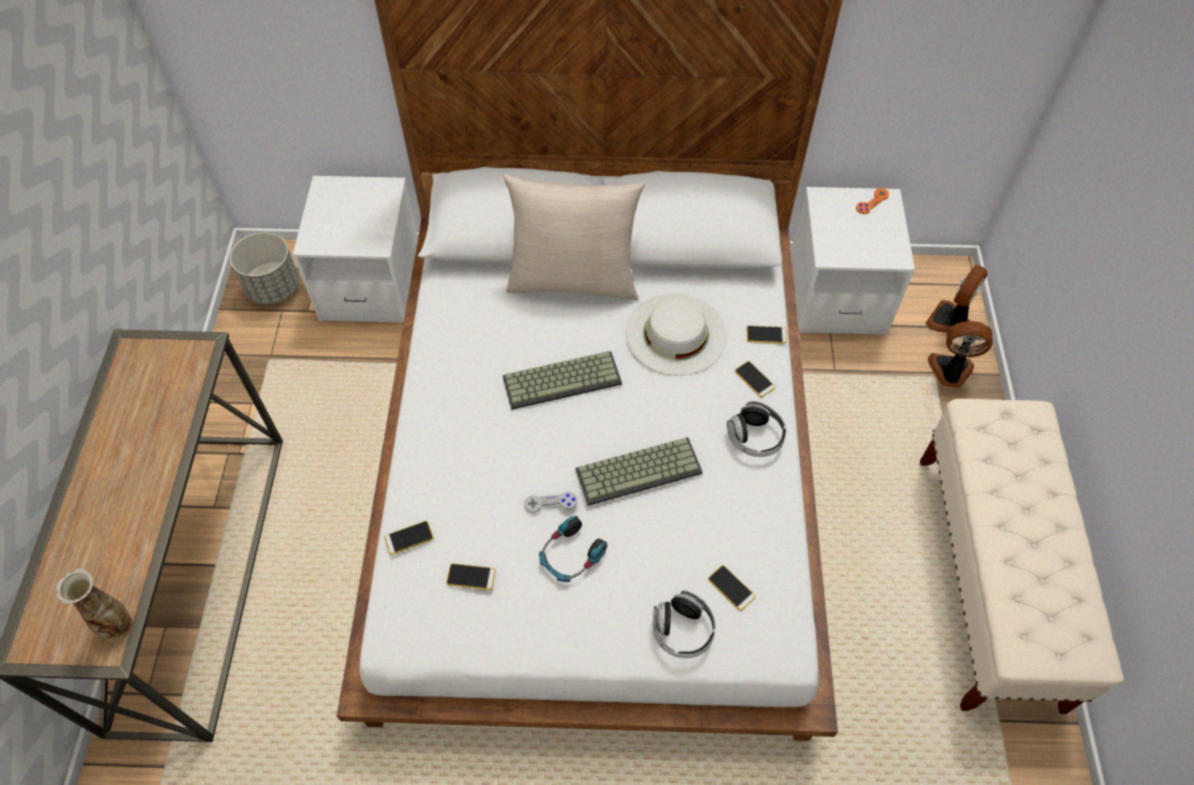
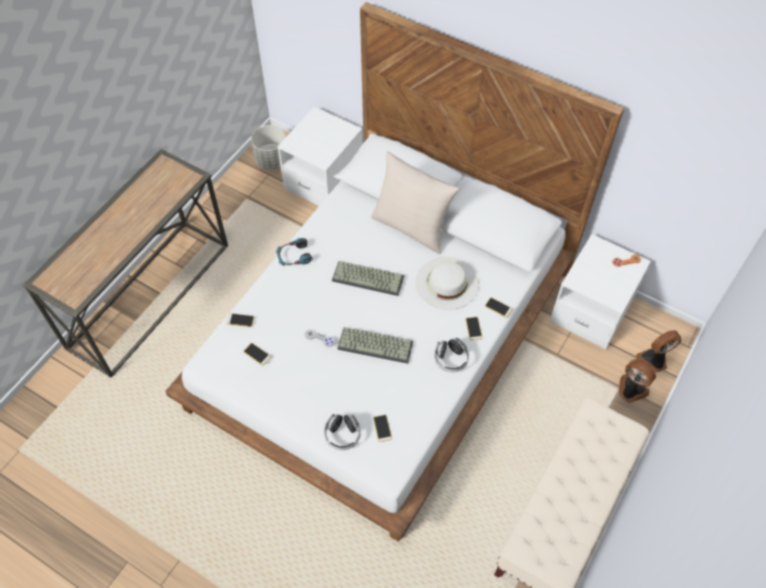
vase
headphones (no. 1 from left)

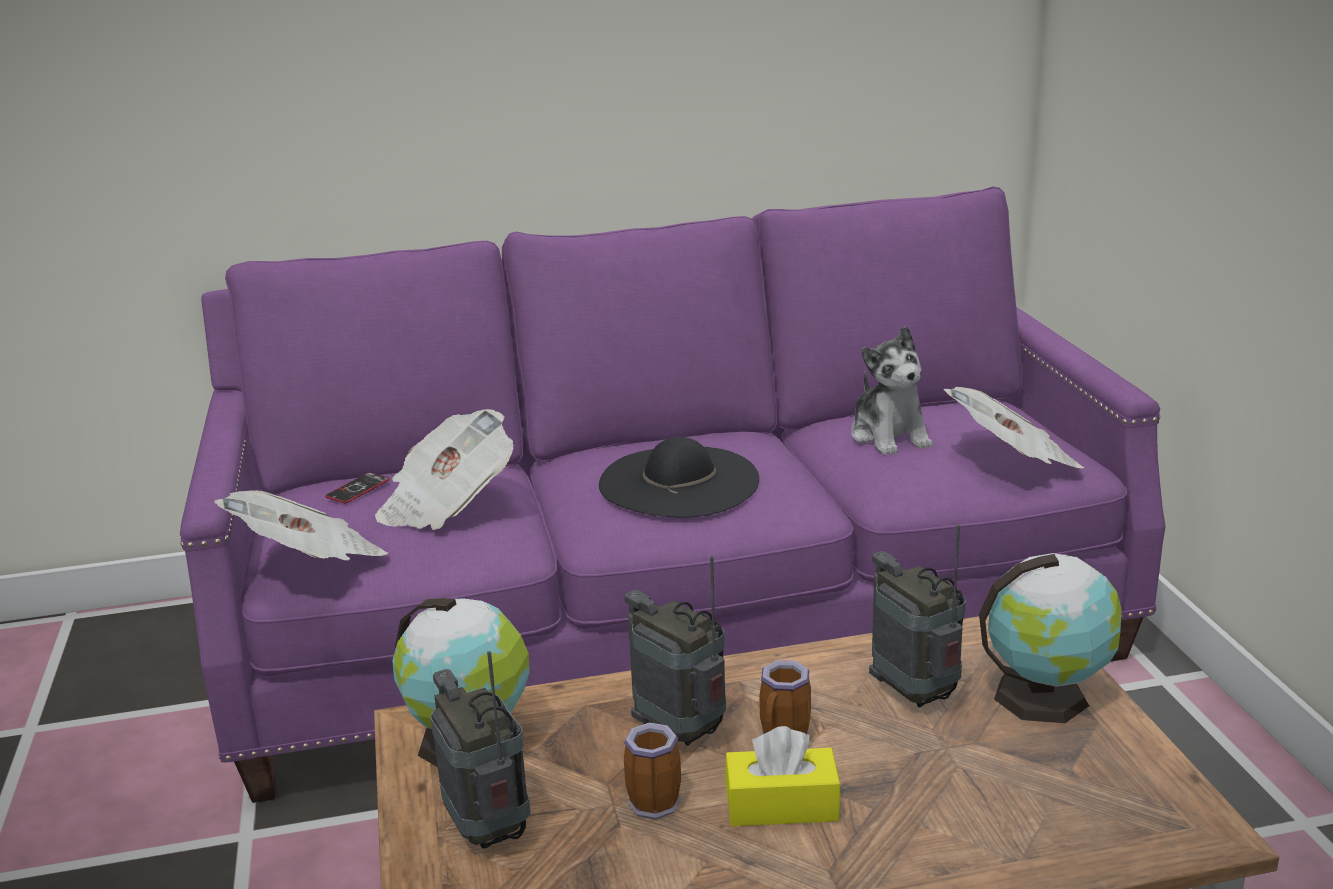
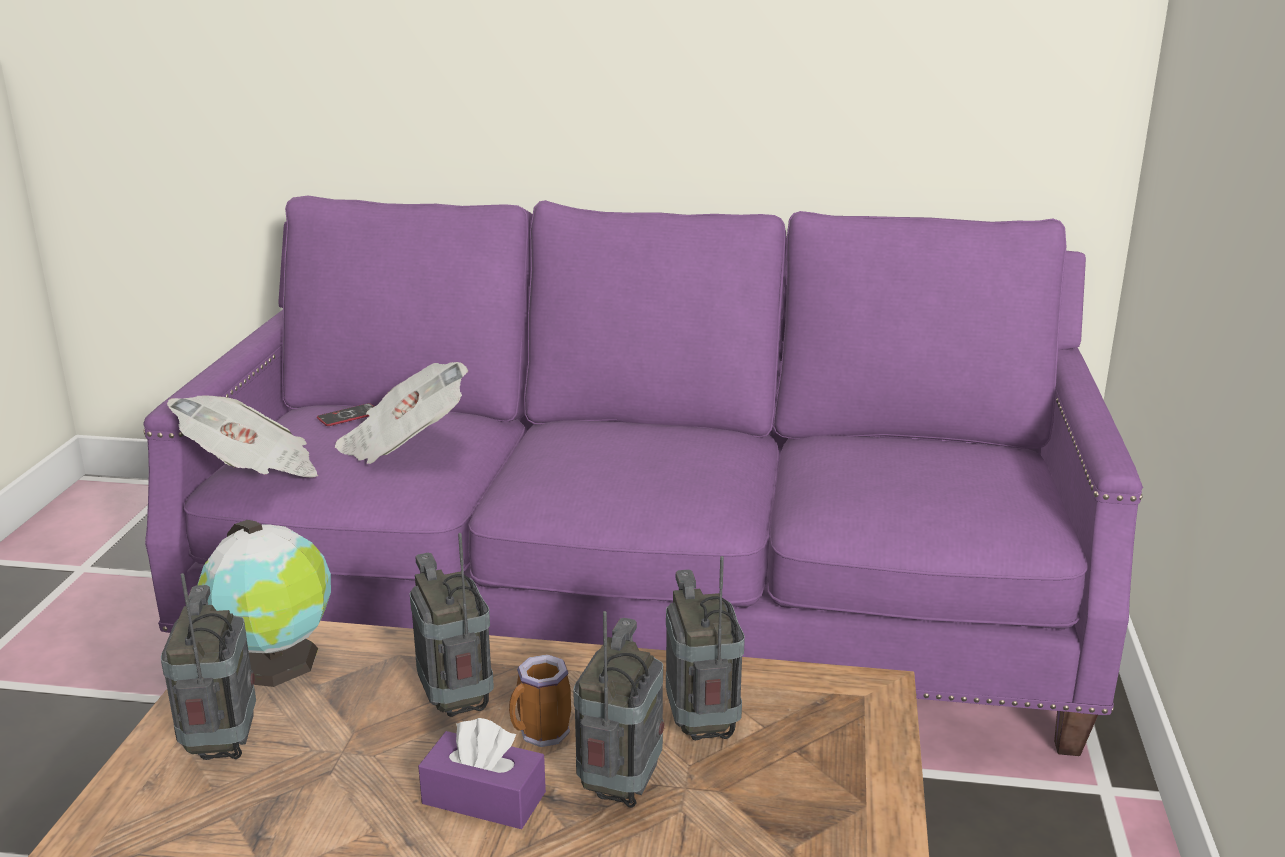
black hat
mug (no. 1 from left in the first image)
purple tissue box
plush toy
newspaper (no. 3 from left in the first image)
globe (no. 2 from left in the first image)
radio (no. 3 from left)

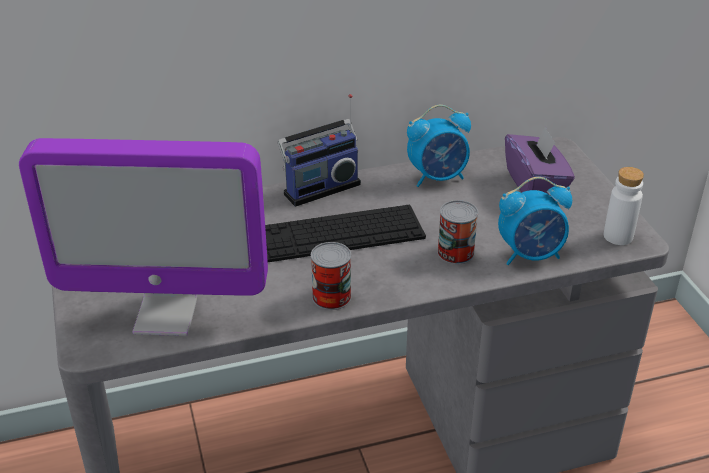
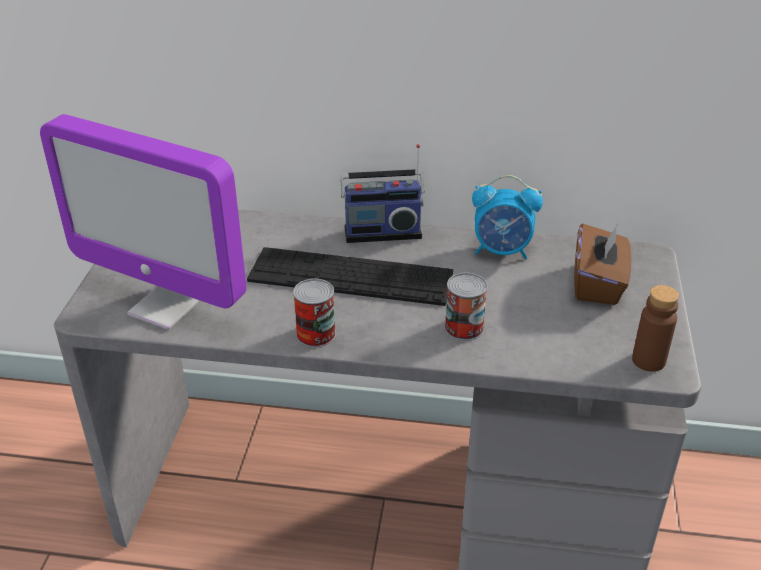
alarm clock (no. 2 from left in the first image)
brown tissue box
brown bottle

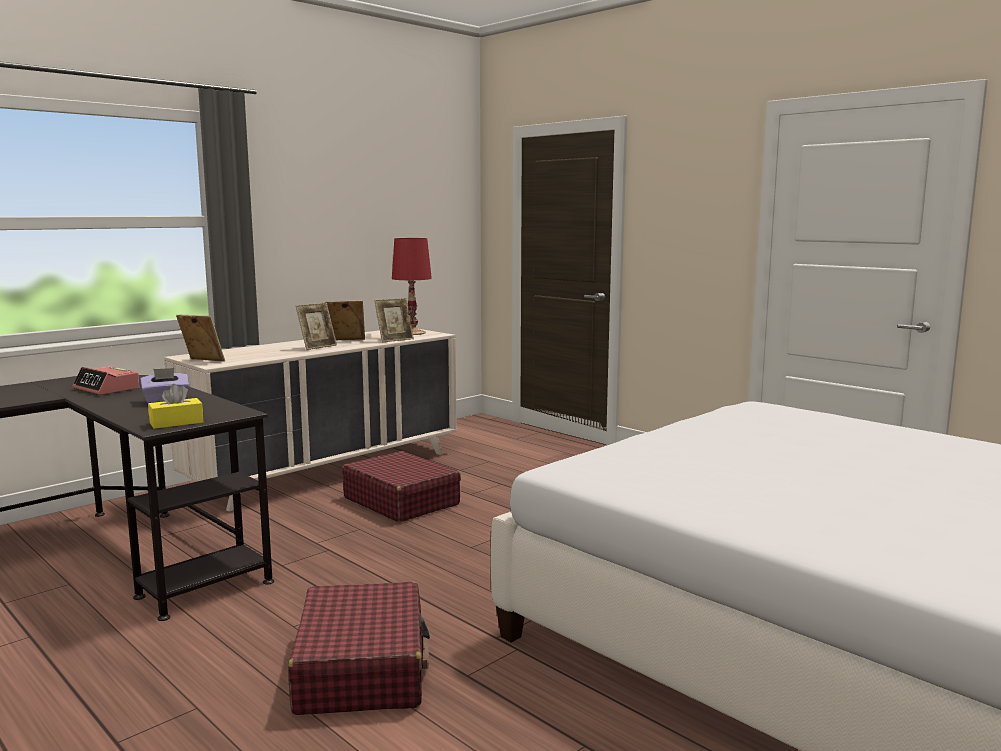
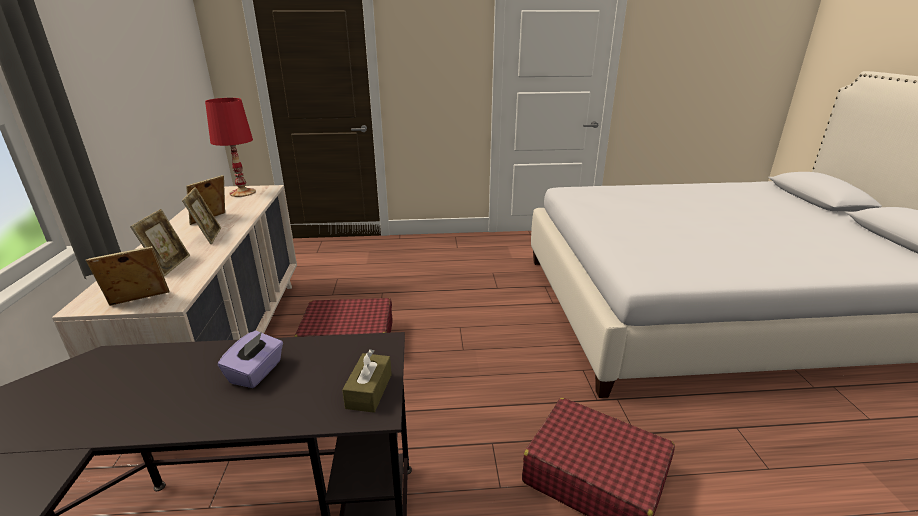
alarm clock
brown tissue box
picture frame (no. 2 from left)

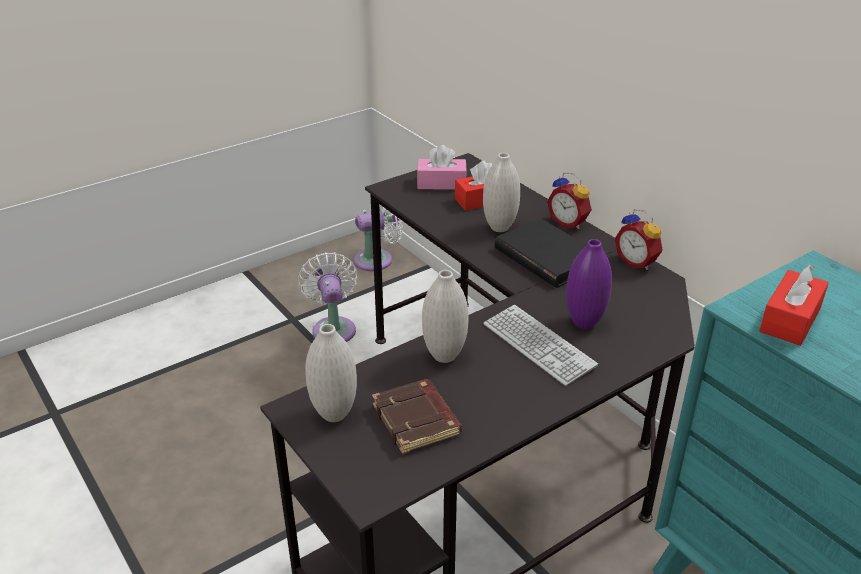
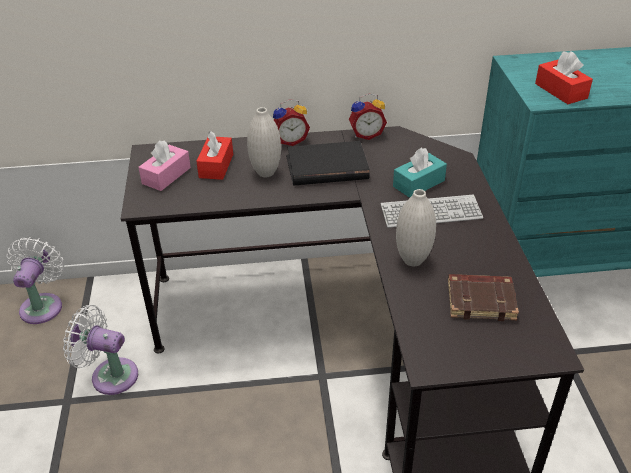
white vase (no. 1 from left in the first image)
turquoise tissue box

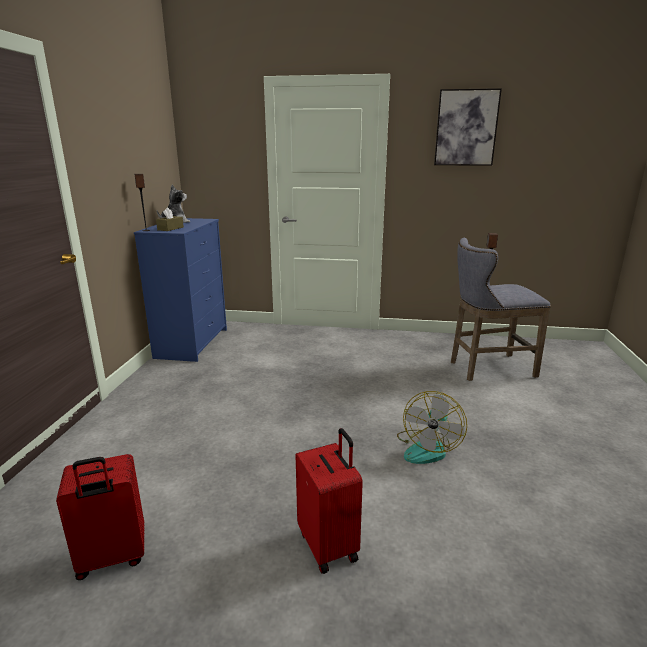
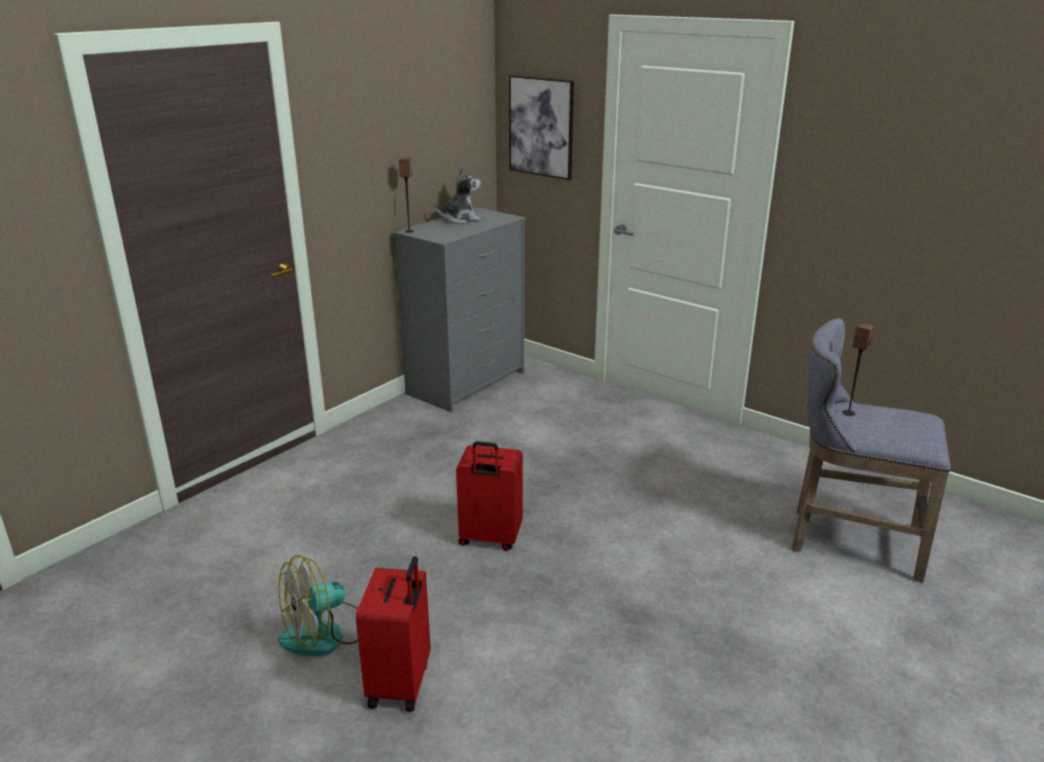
red suitcase (no. 2 from left)
grey dresser
brown tissue box
fan
picture

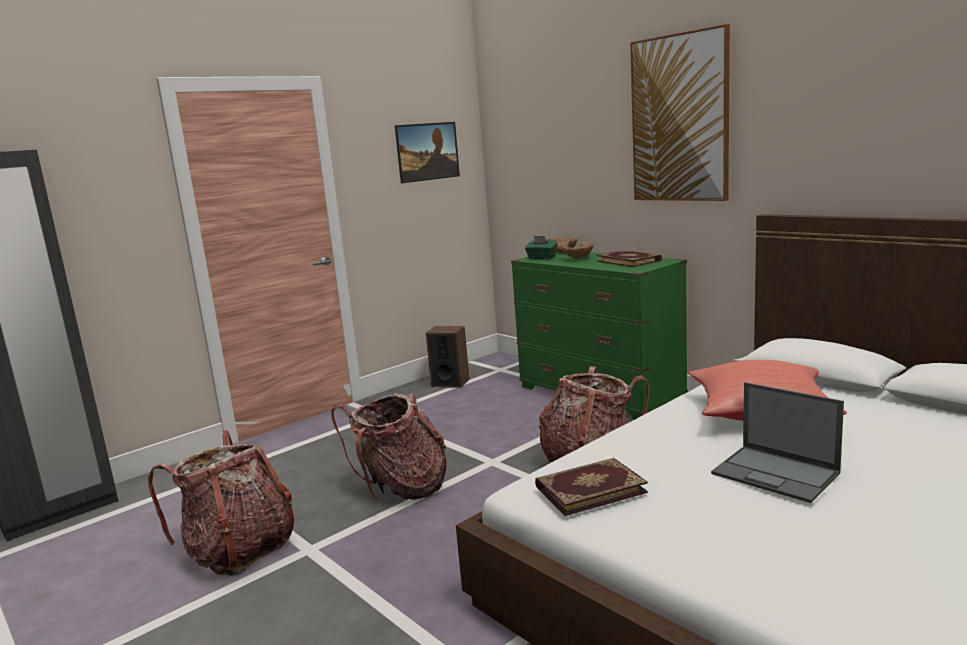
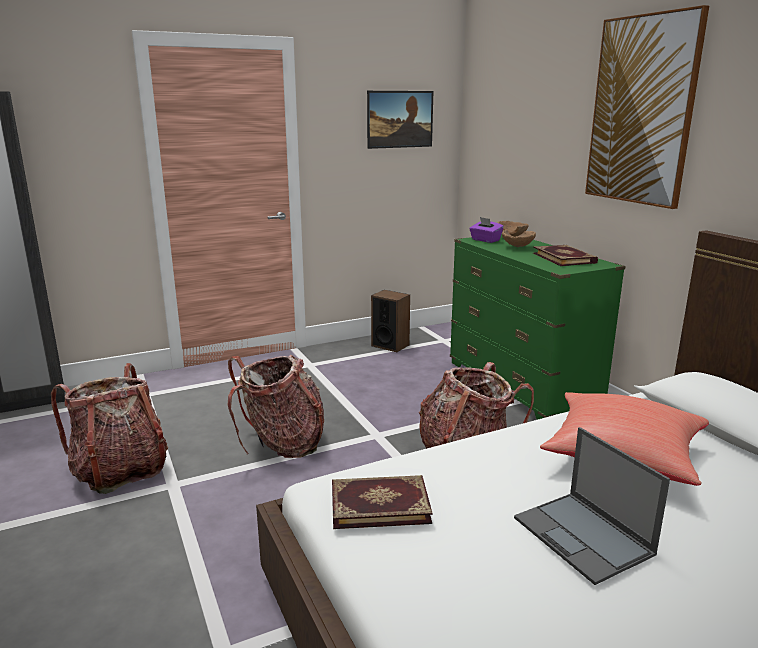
purple tissue box

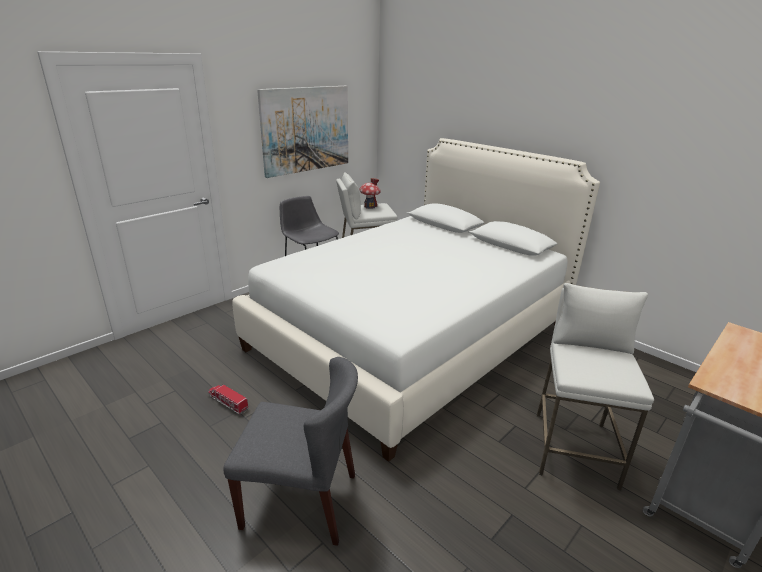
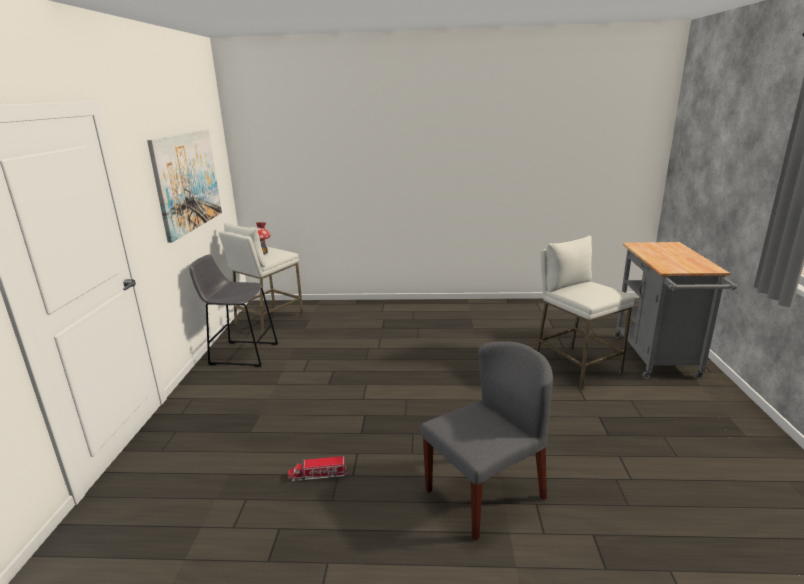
white bed

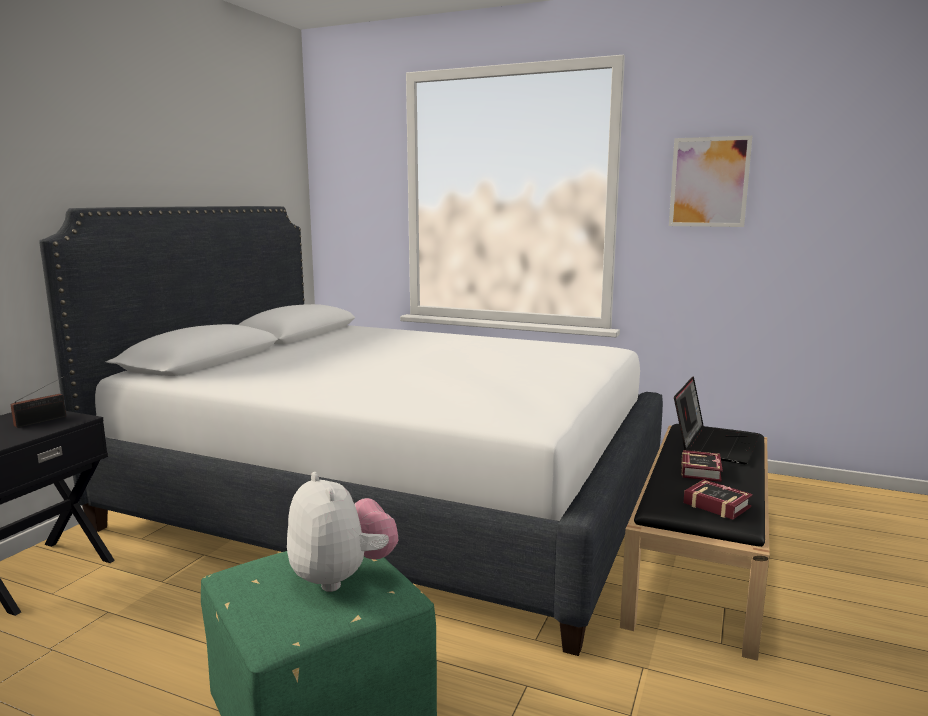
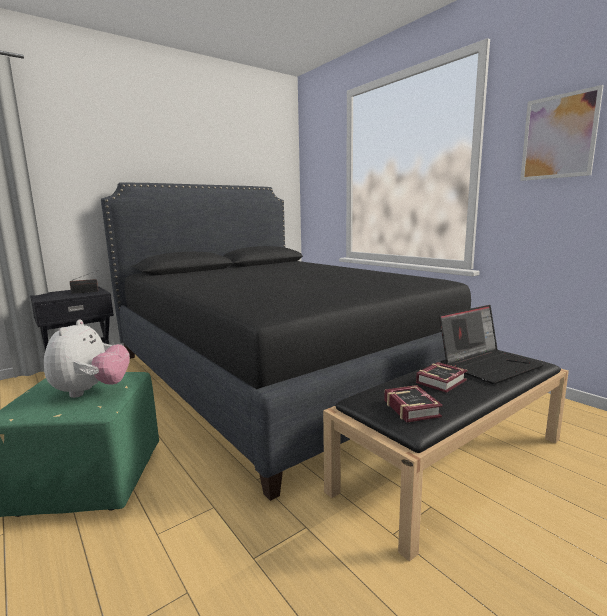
black bed

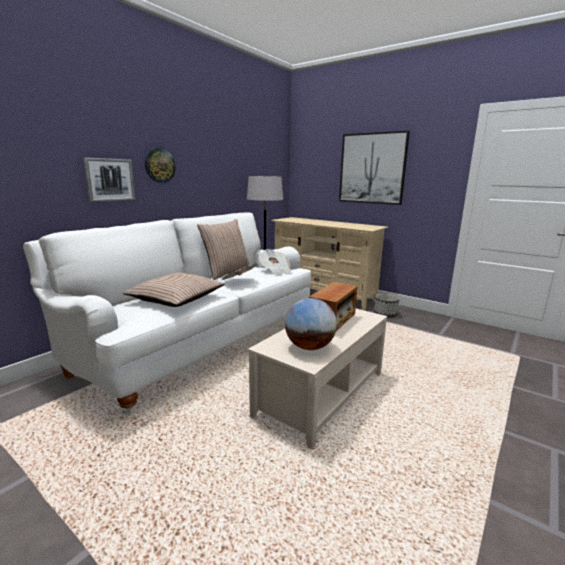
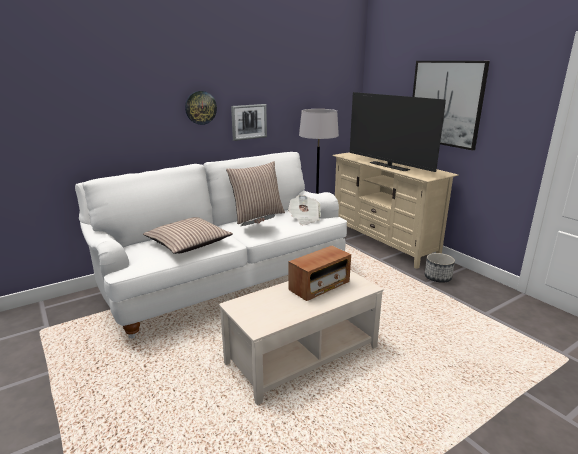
picture (no. 1 from left)
globe
television

